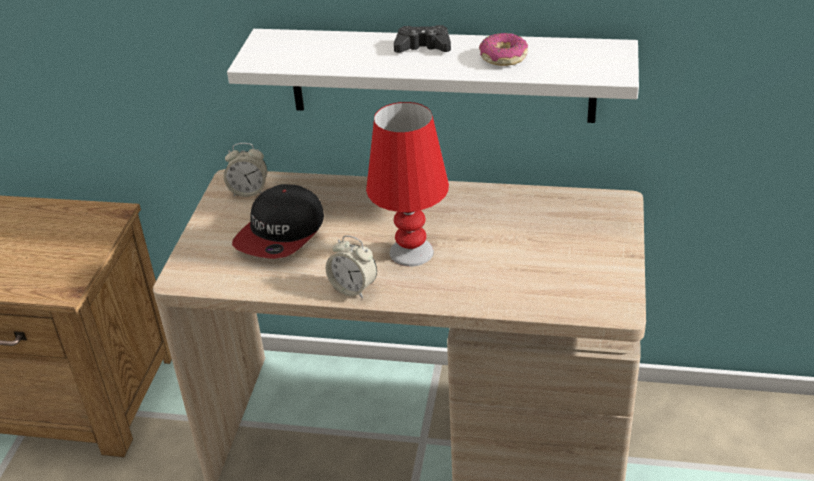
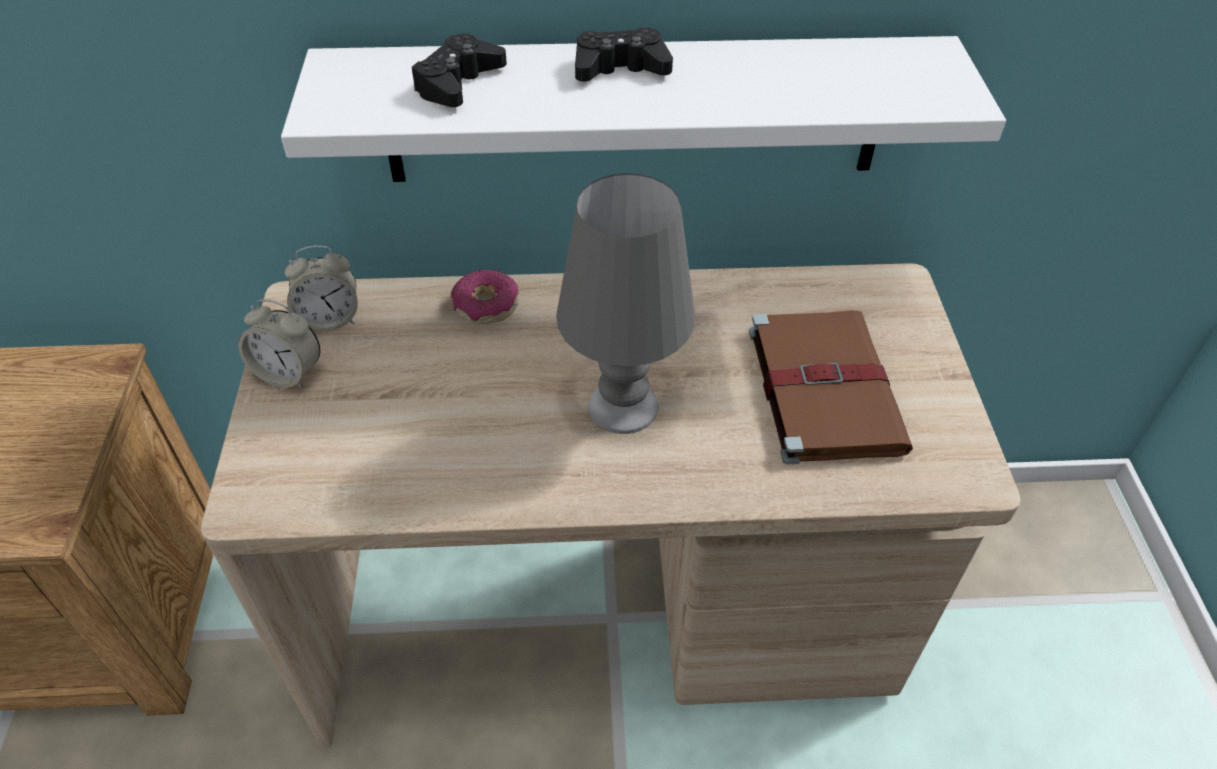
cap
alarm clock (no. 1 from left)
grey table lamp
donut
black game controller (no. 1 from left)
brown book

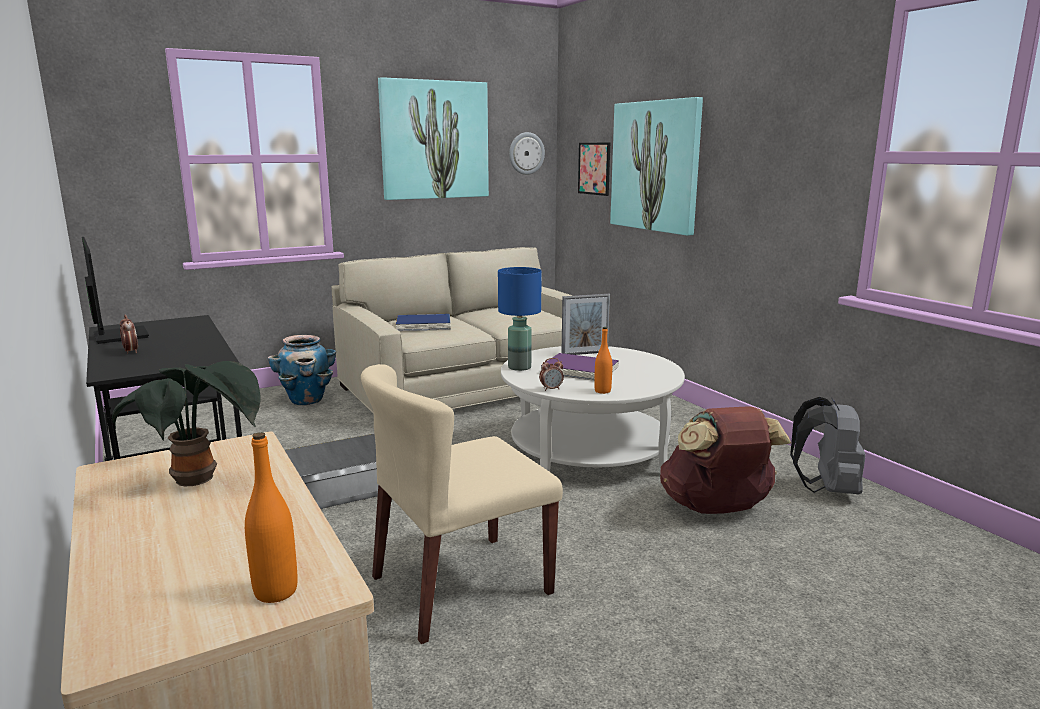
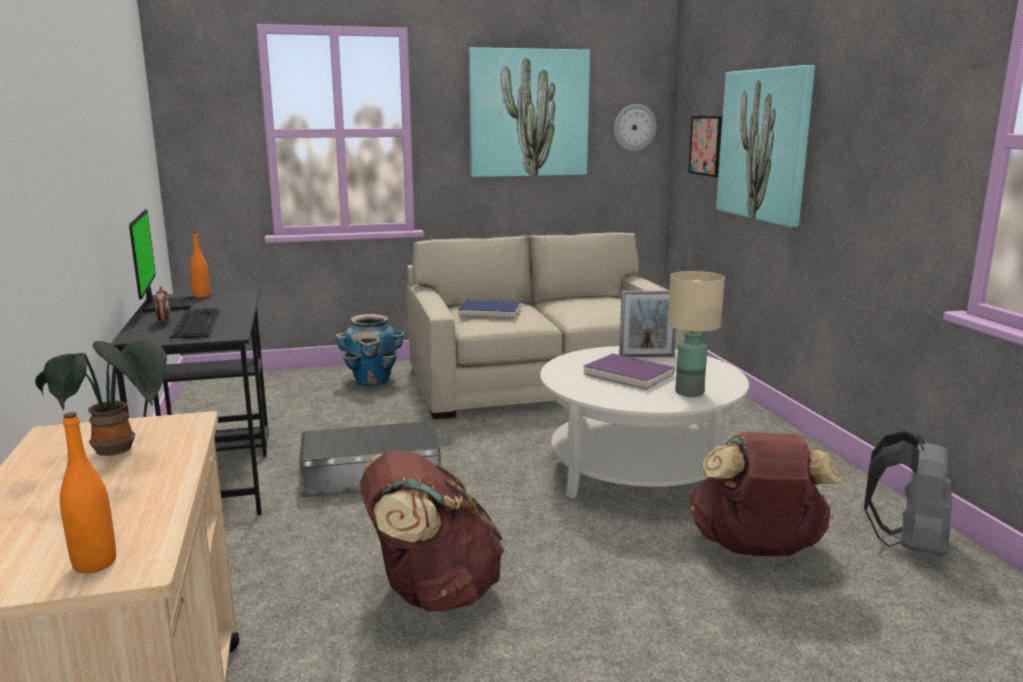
brown backpack (no. 1 from left)
blue table lamp
alarm clock (no. 2 from left in the first image)
orange bottle (no. 2 from left)
keyboard
beige table lamp

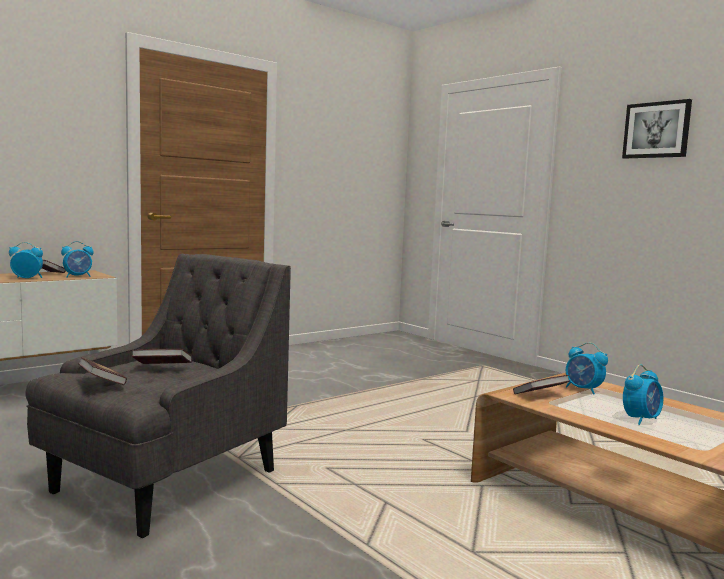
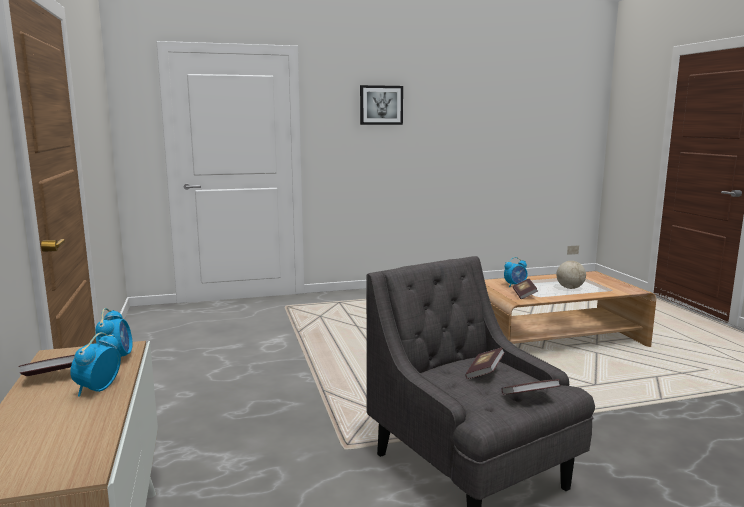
globe

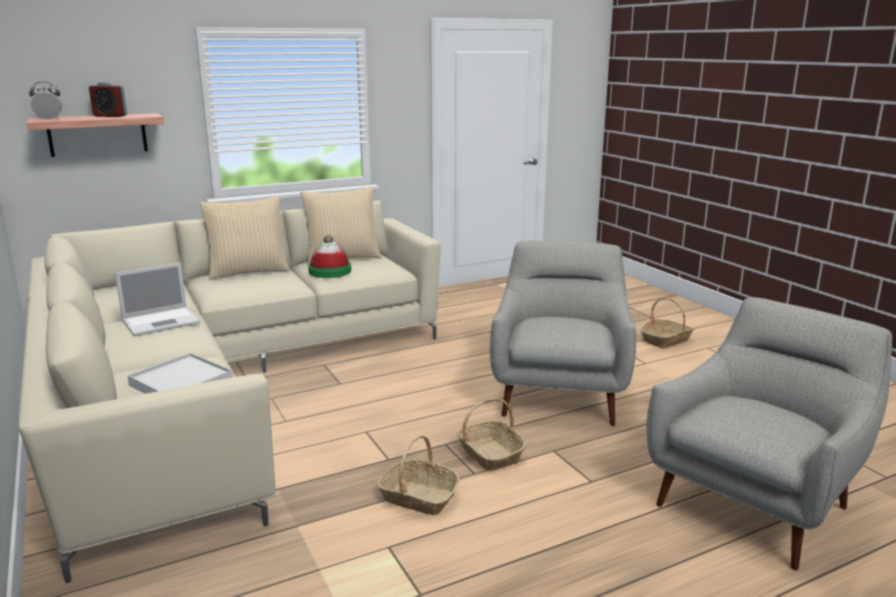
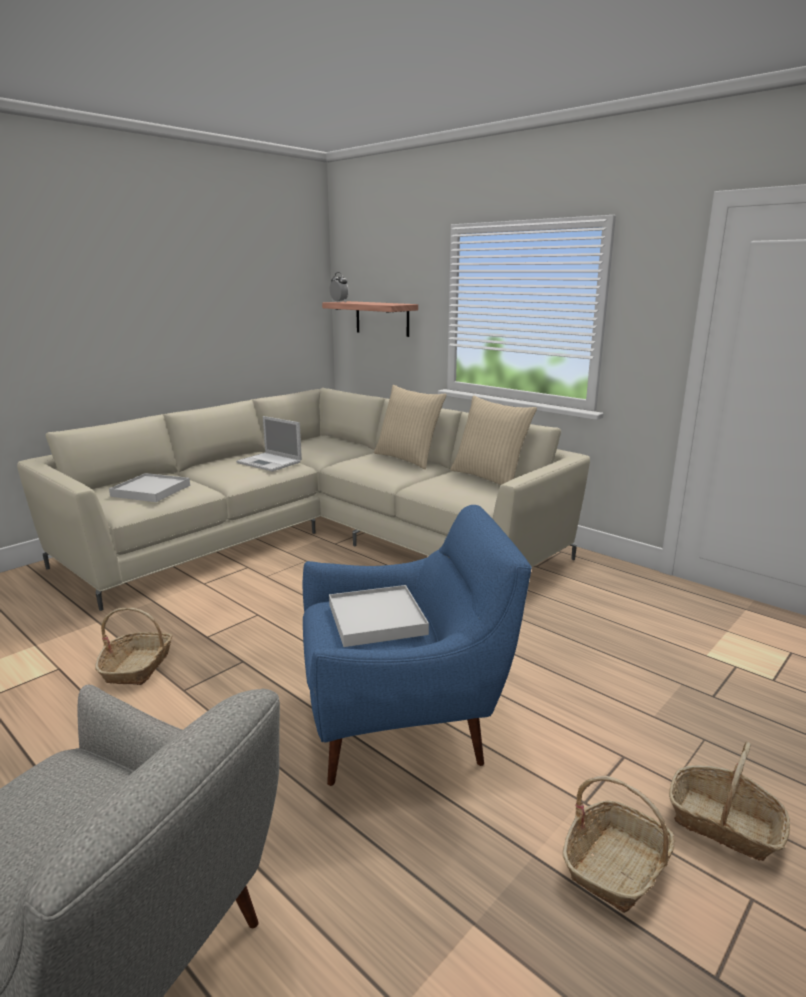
alarm clock (no. 2 from left in the first image)
hat
basket (no. 2 from left)
blue armchair
white tray (no. 2 from left)

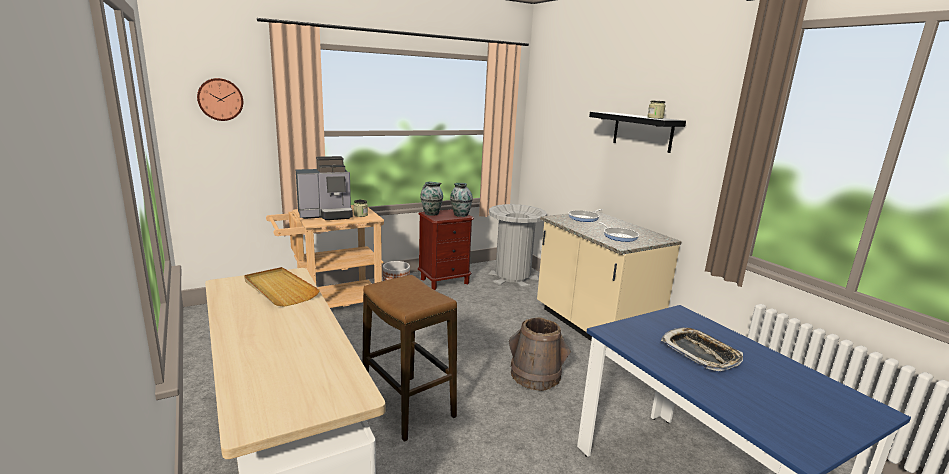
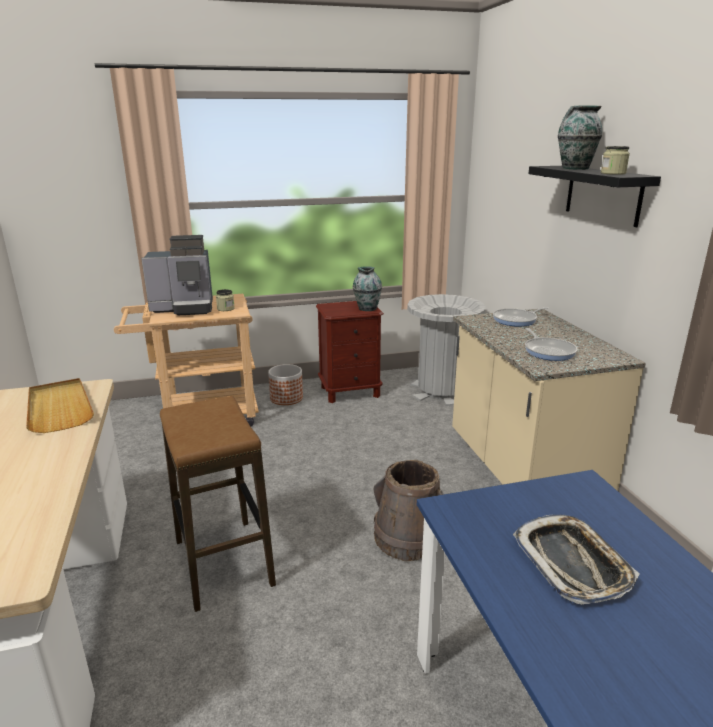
wall clock
vase (no. 2 from left)

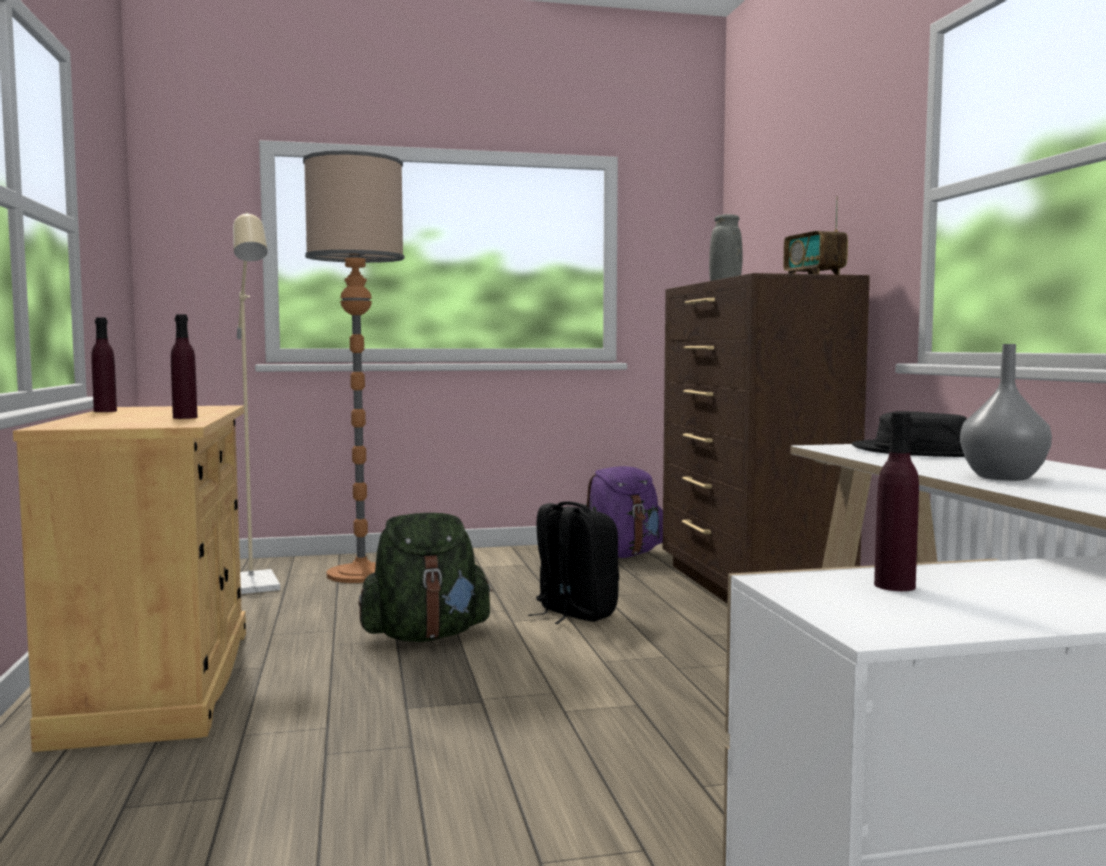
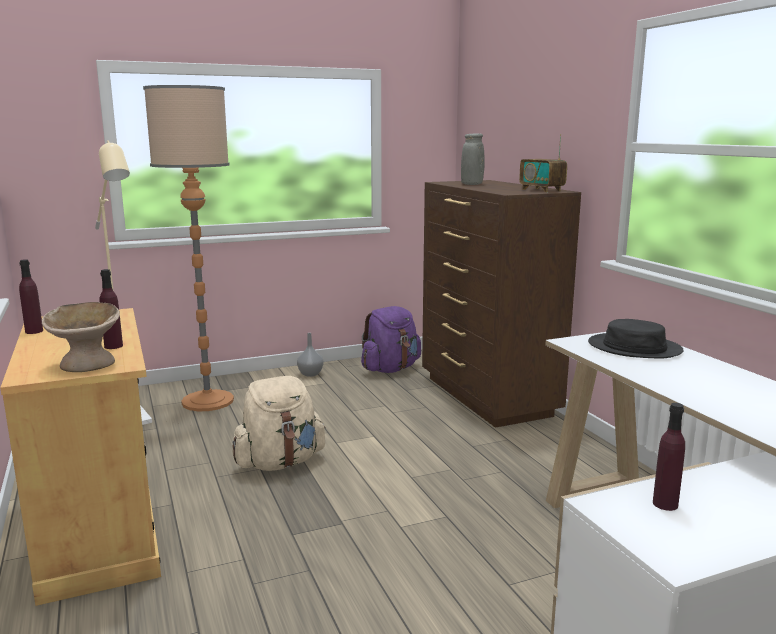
beige backpack
black backpack
grey vase (no. 1 from left)
beige bowl

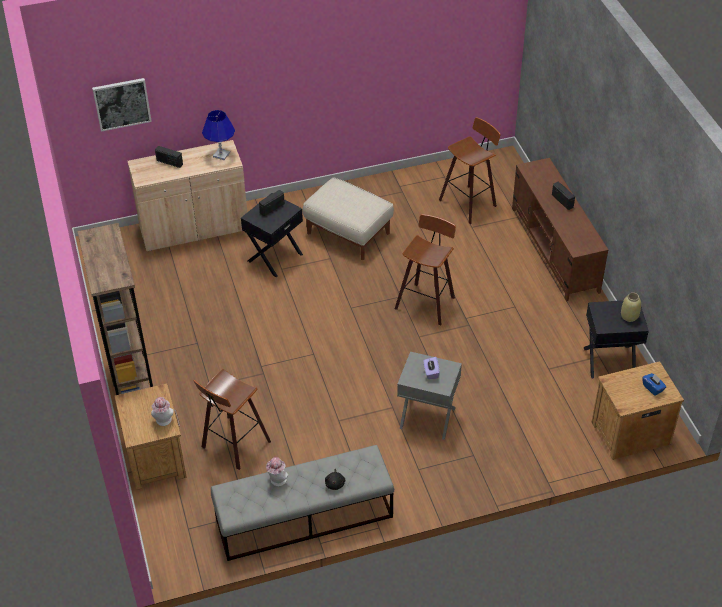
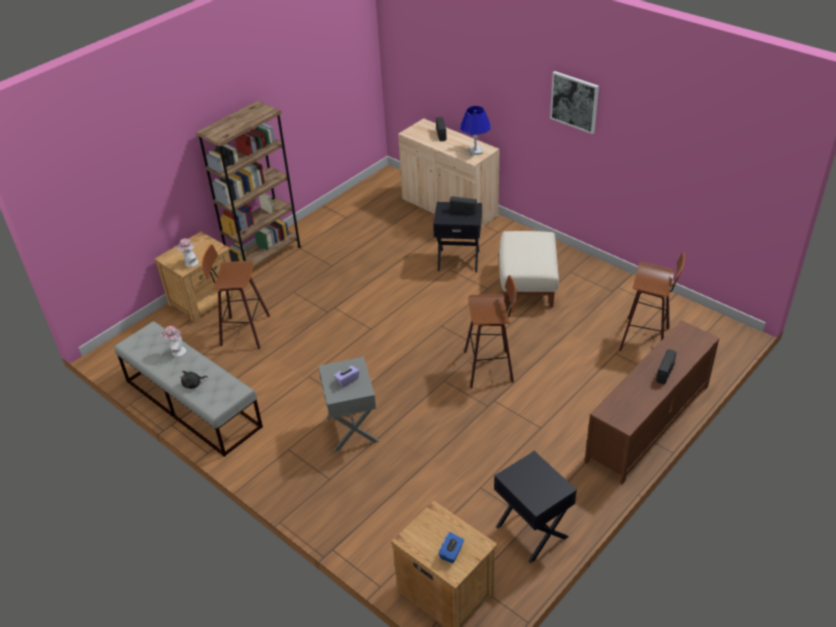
picture
beige vase

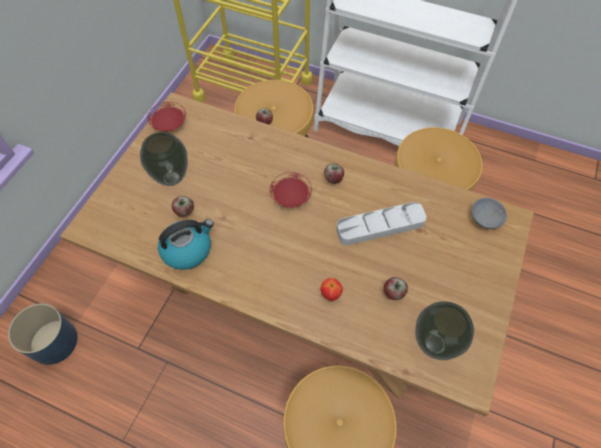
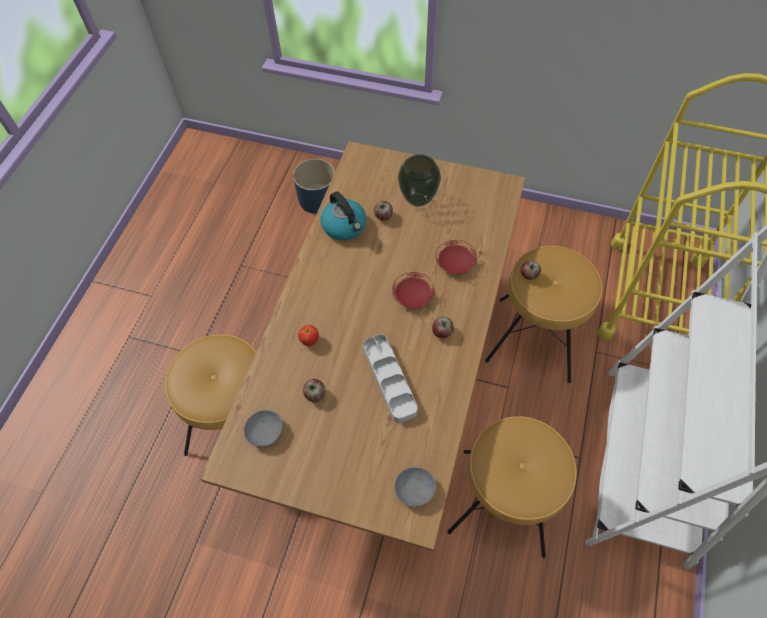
red plate (no. 2 from left)
grey bowl (no. 1 from left)

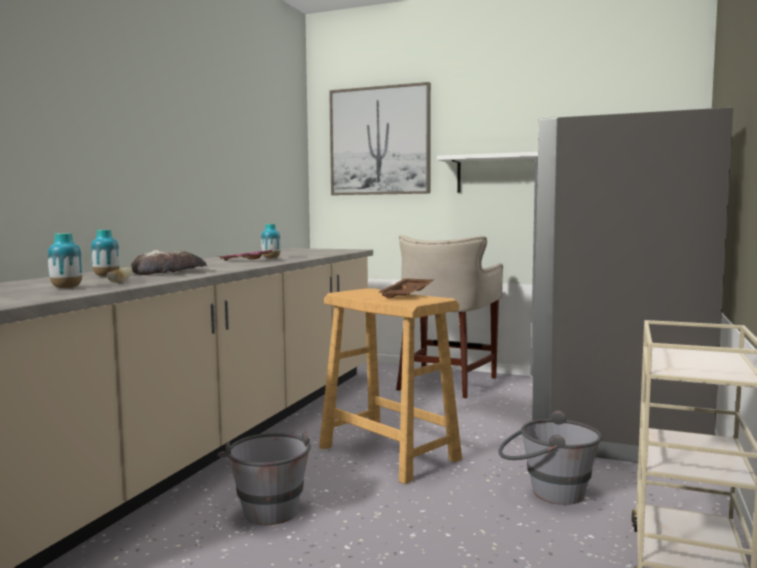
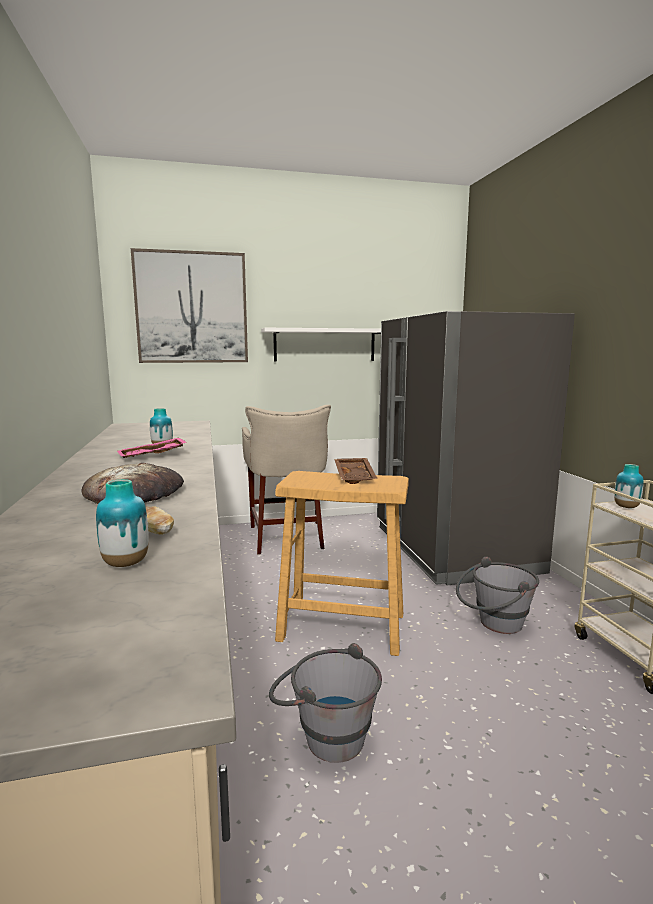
vase (no. 3 from left)

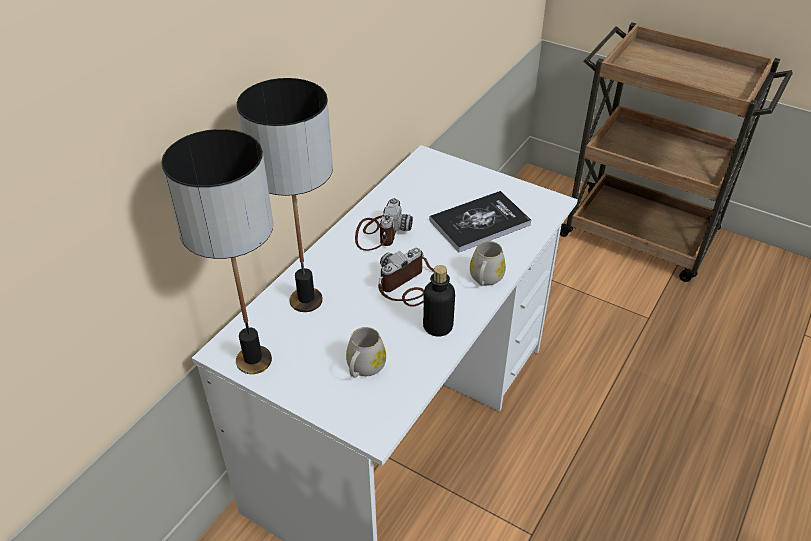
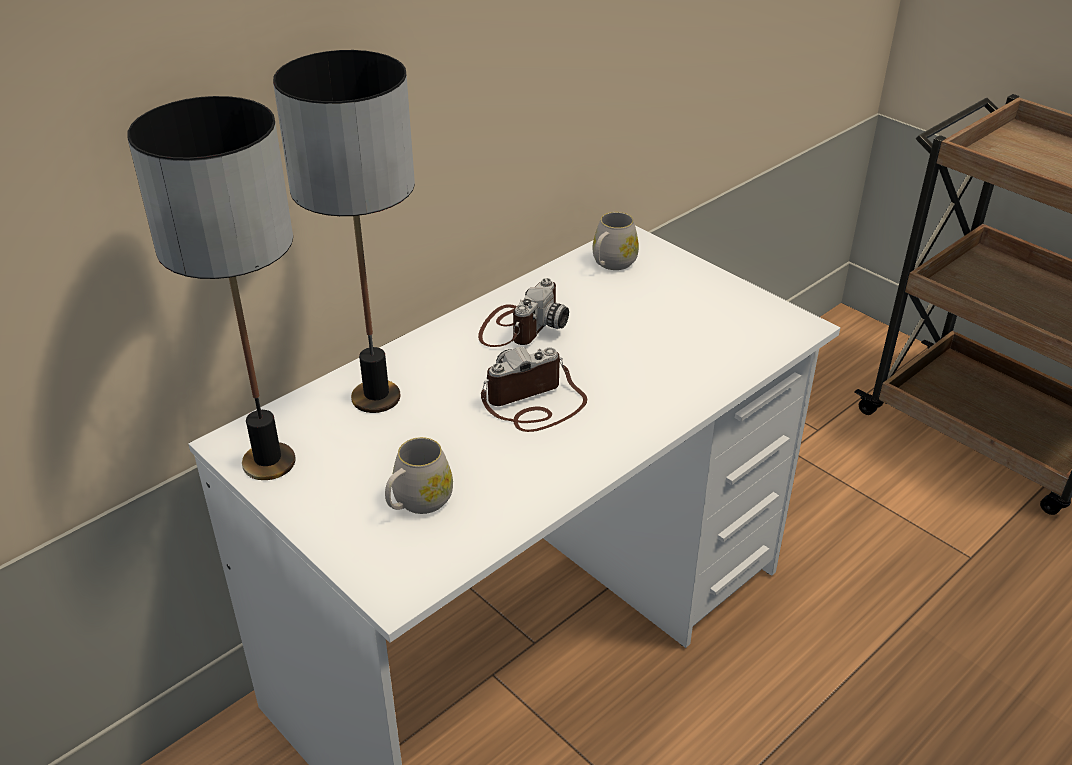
bottle
book
white mug (no. 2 from left)

